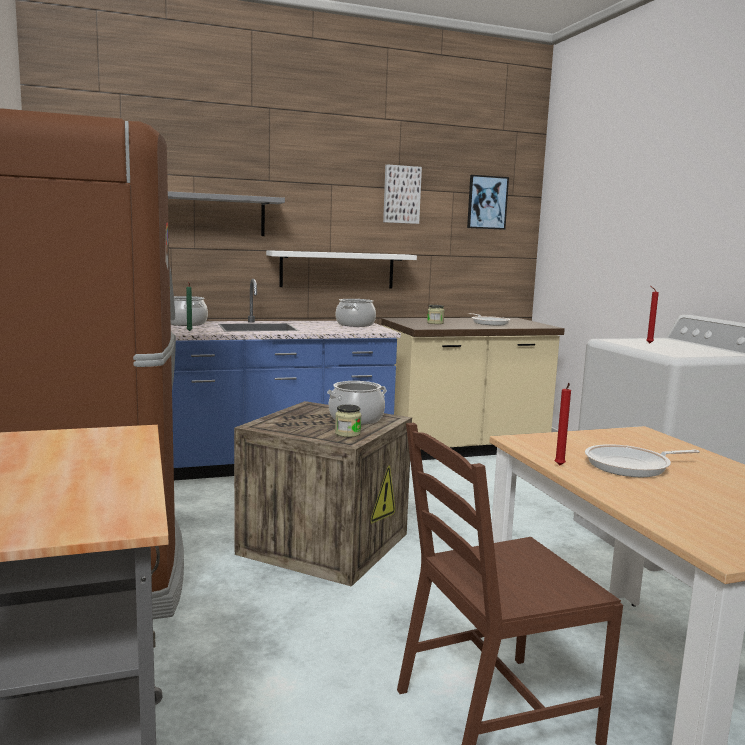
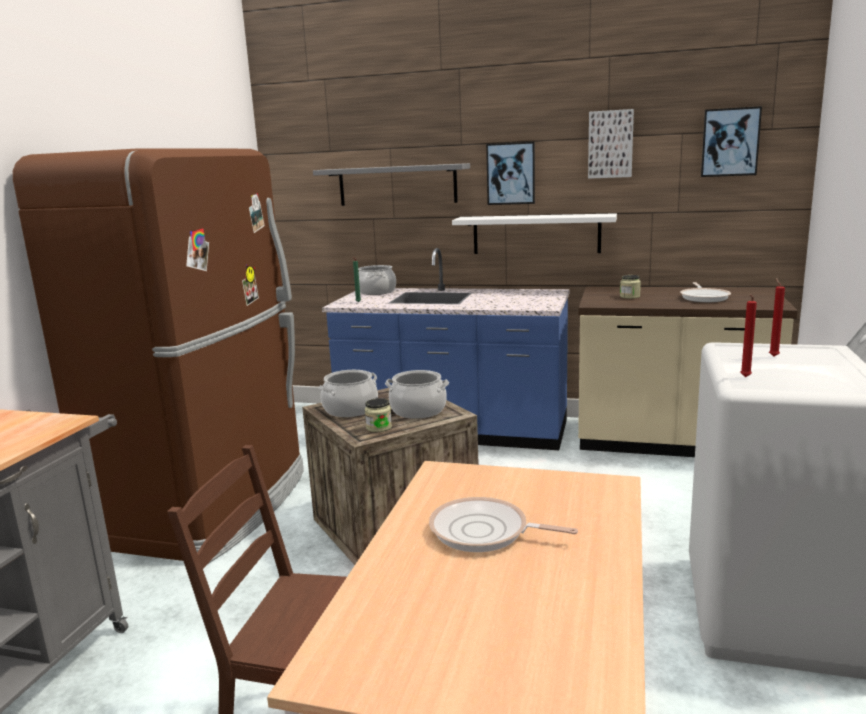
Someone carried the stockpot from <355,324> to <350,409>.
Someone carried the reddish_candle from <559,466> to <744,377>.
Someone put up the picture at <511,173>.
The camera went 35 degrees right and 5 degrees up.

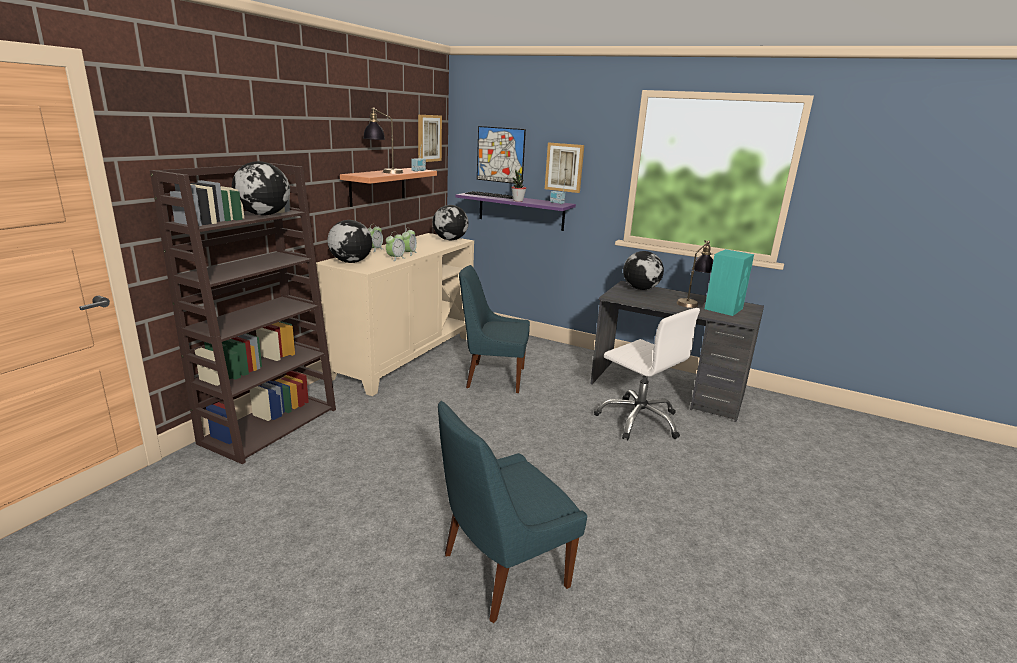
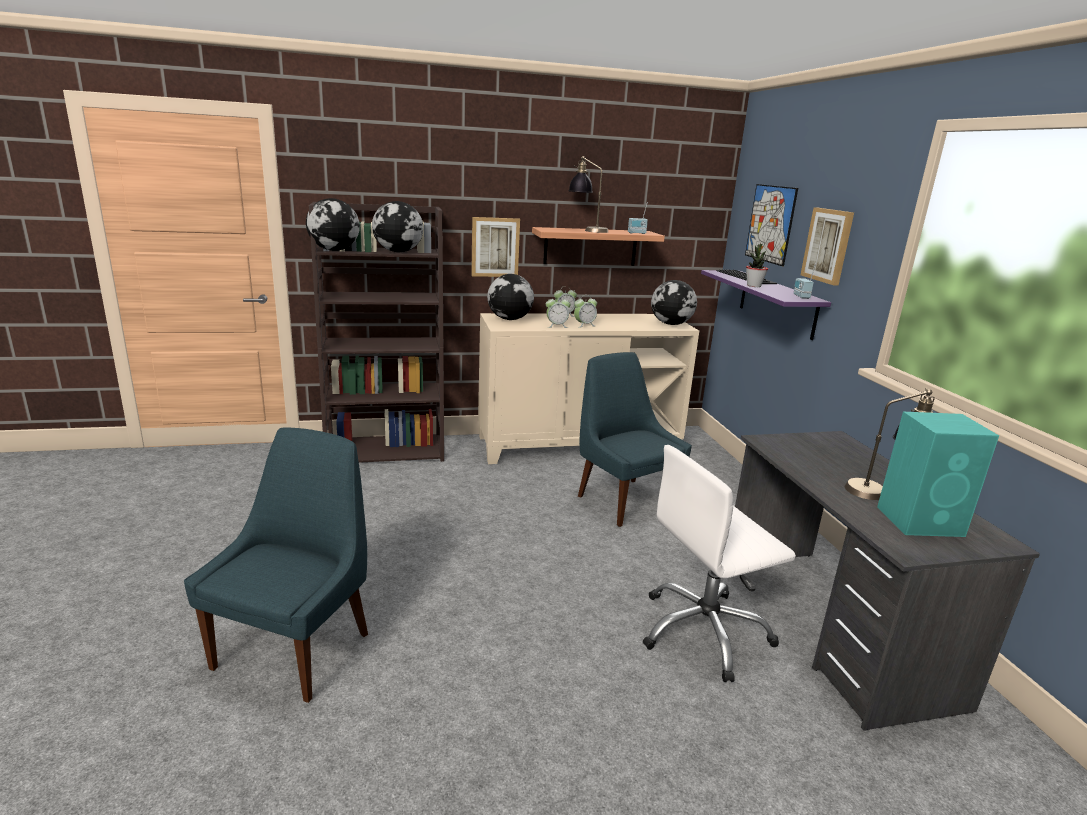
Someone carried the picture from <428,138> to <495,247>.
Someone rotated the bluish_upright_chair at <500,572> by 90 degrees clockwise.
Someone rotated the white-coloured_office_chair at <639,420> by 60 degrees clockwise.
Someone carried the world_globe from <641,289> to <335,250>.
The camera went 50 degrees right and 0 degrees up.

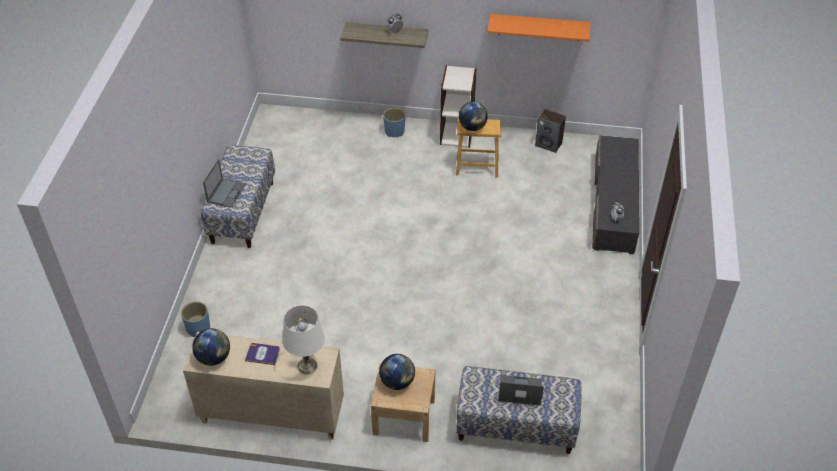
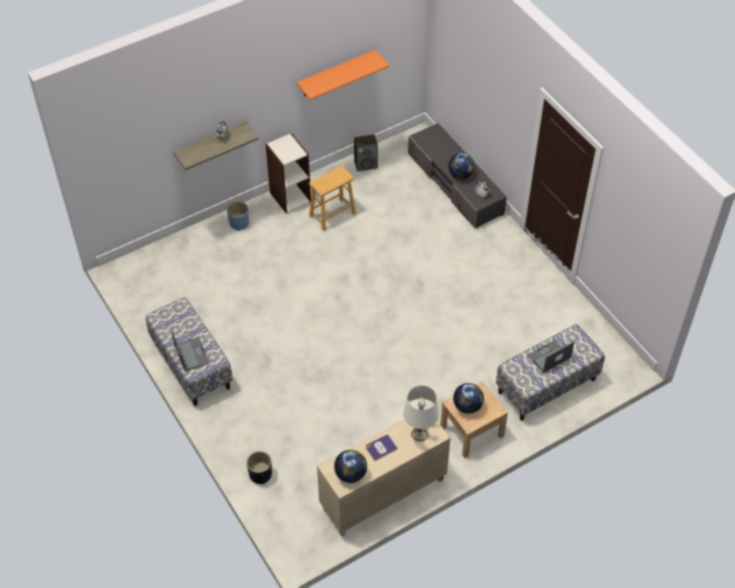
Someone repainted the bluish_plant_pot at <198,328>, which became the black_plant_pot at <260,474>.
Someone carried the world_globe from <472,127> to <460,175>.
The camera went 40 degrees left and 5 degrees up.

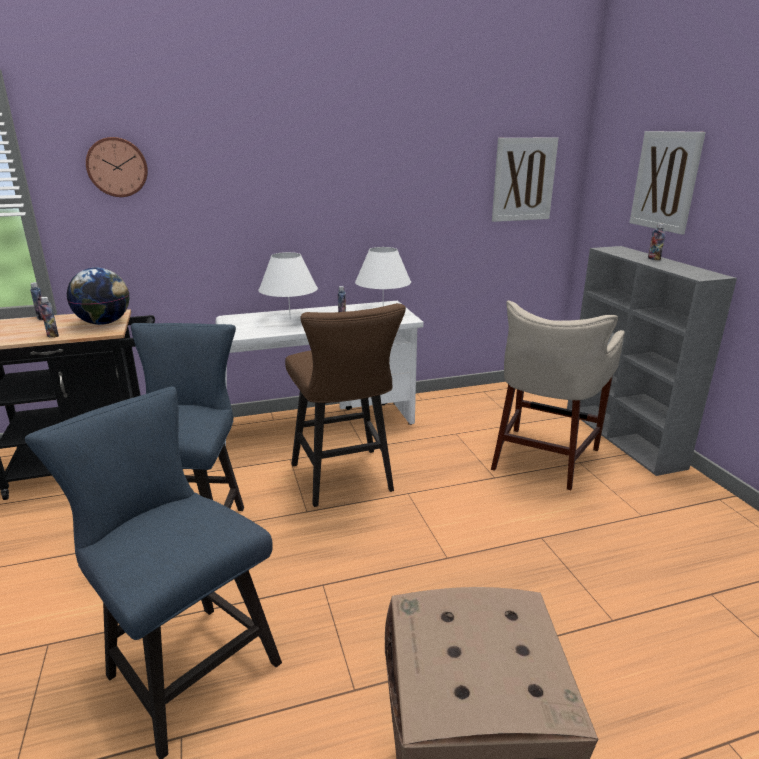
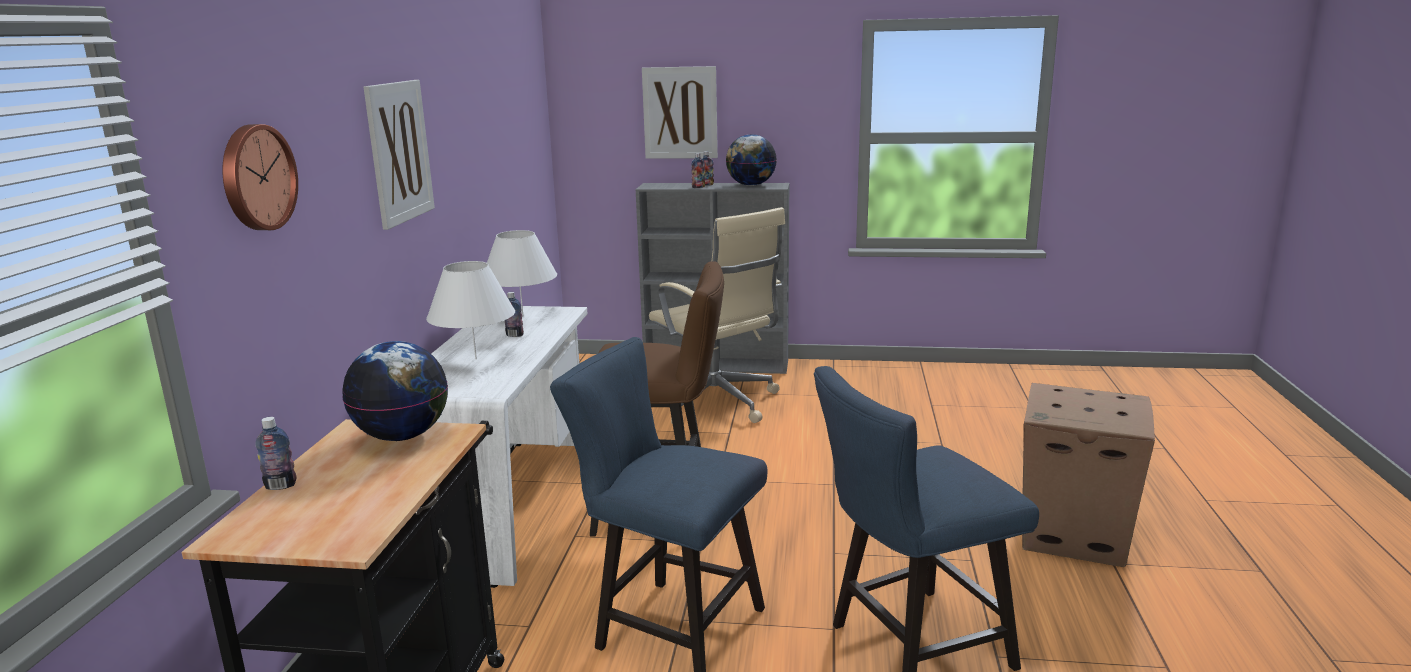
Someone carried the beverage_bottle from <53,335> to <698,187>.
Someone swapped the beige_stool_seat at <544,457> for the beige_office_chair at <717,403>.
Someone carried the picture from <523,179> to <399,152>.
Someone put down the world_globe at <751,185>.
The camera went 65 degrees left and 5 degrees down.

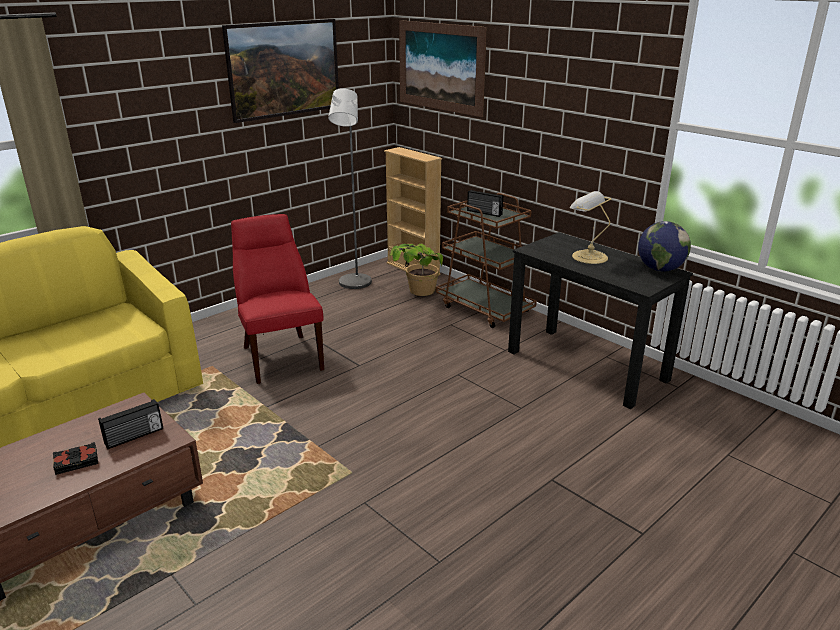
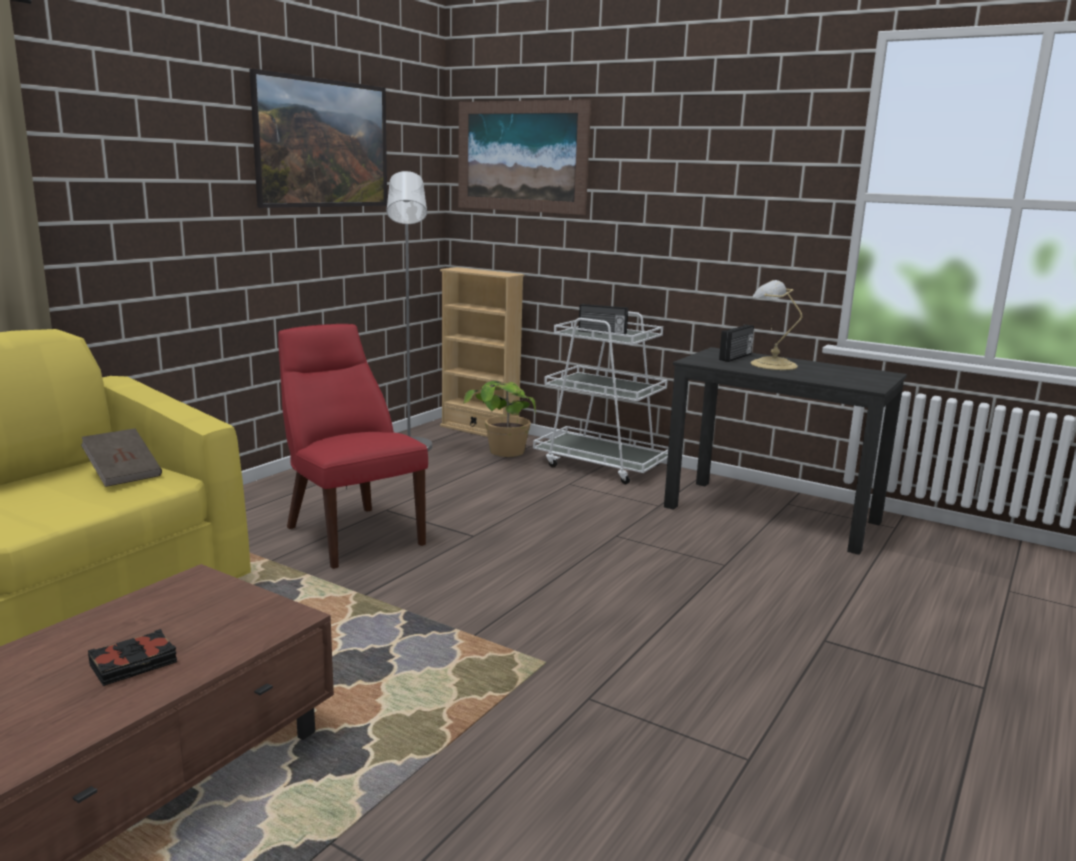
Someone carried the radio_receiver from <134,437> to <736,357>.
Someone repainted the brownish_wheeled_cart at <484,308>, which became the white-coloured_wheeled_cart at <601,465>.
Someone took away the world_globe at <660,269>.
Someone put down the brownish_bound_book at <123,474>.
The camera went 15 degrees left and 10 degrees down.

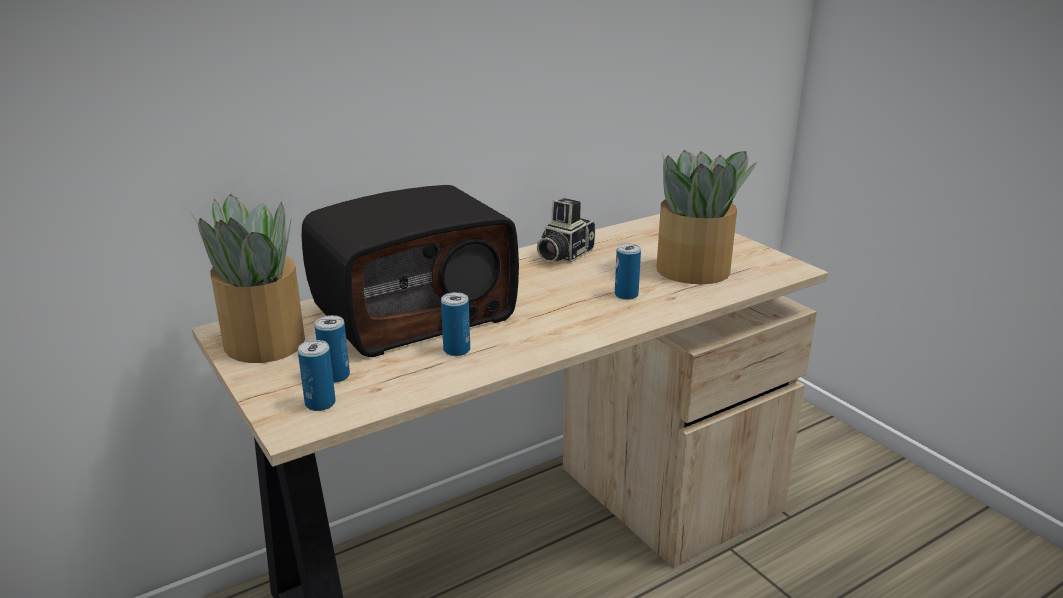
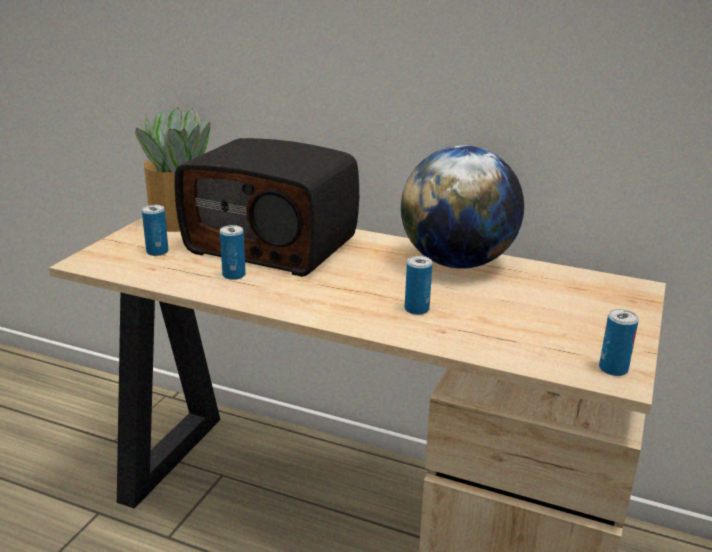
Someone carried the metal_can from <320,403> to <613,369>.
Someone swapped the still_camera at <563,254> for the world_globe at <457,263>.
Someone took away the houseplant at <694,270>.
The camera went 55 degrees right and 0 degrees up.

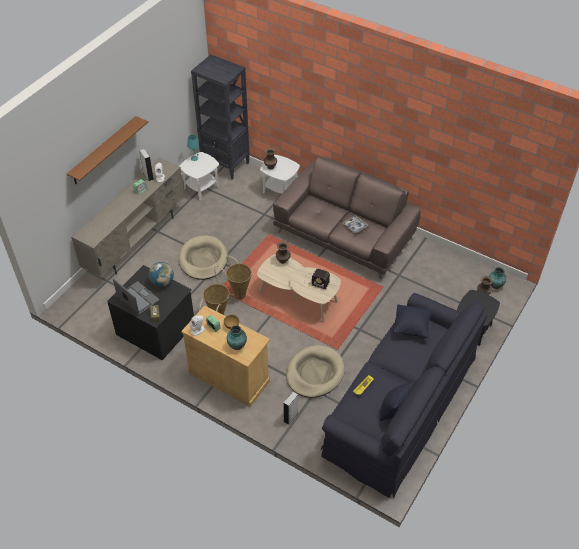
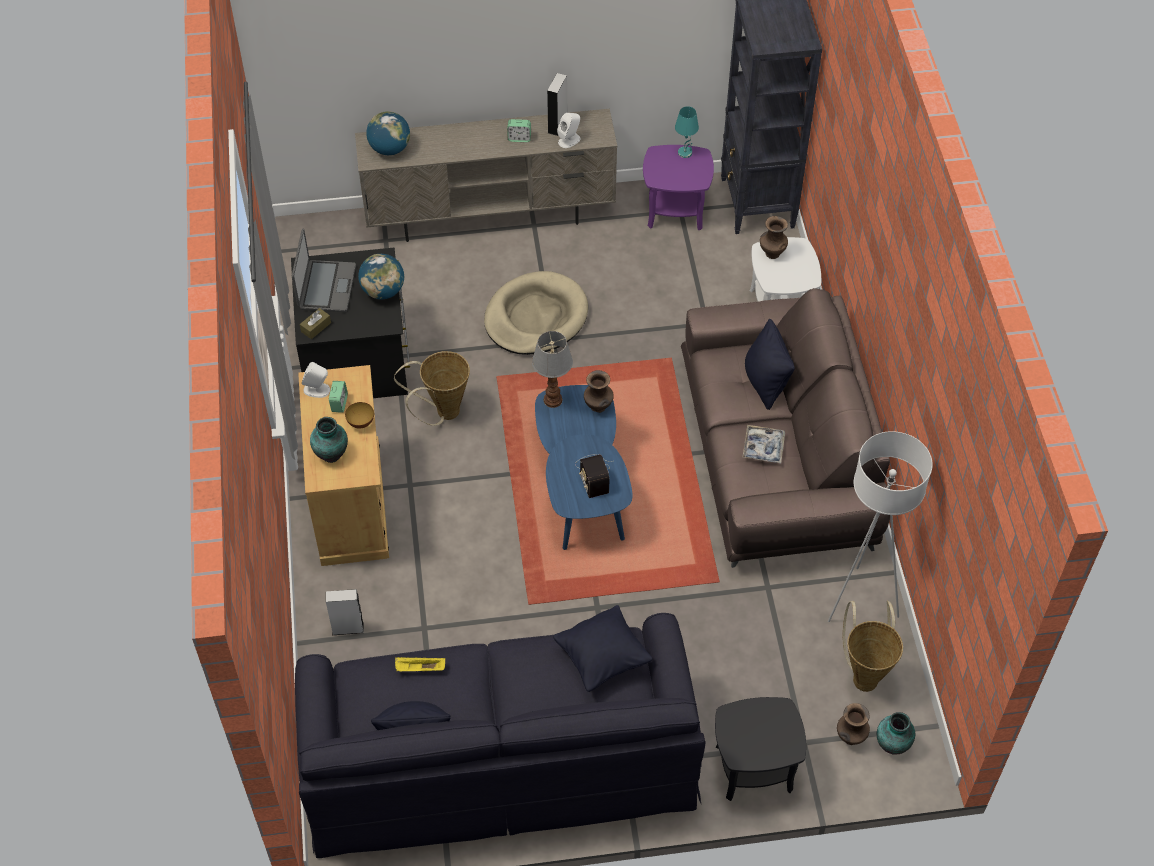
Someone took away the brownish_bracket_shelf at <103,151>.
Someone repainted the white-coloured_end_table at <201,188>, which became the purple-coloured_end_table at <675,211>.
Someone carried the household_basket from <238,293> to <865,675>.
Someone repainted the beige_low_table at <298,297>, which became the bluish_low_table at <581,485>.
Someone took away the beige_pet_bed at <315,373>.
Someone put down the world_globe at <390,149>.
Someone put down the lamp_for_a_table at <553,399>.
Someone put down the black_throw_pillow at <765,383>.
Someone put down the white-coloured_standard_lamp at <860,602>.
The camera went 50 degrees right and 5 degrees up.

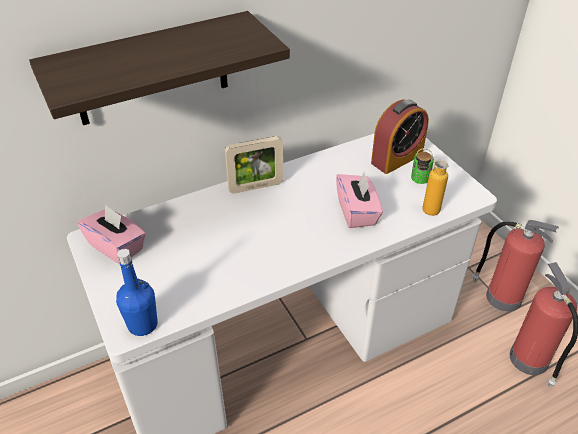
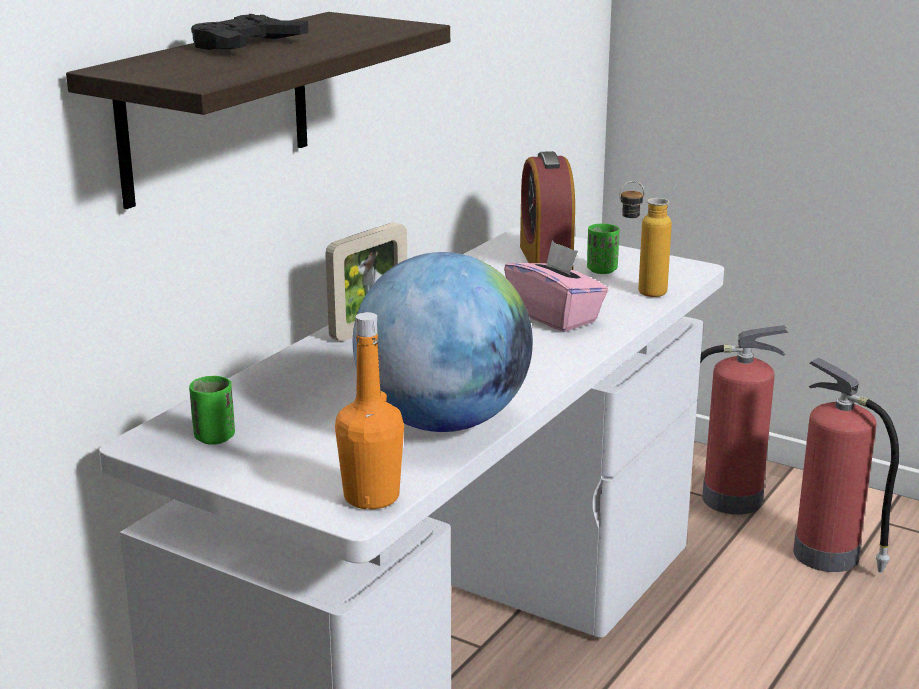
Someone swapped the pink-coloured_tissue_box at <117,247> for the greenish_small_cup at <214,437>.
Someone repainted the bluish_beverage_bottle at <142,324>, which became the orange_beverage_bottle at <371,497>.
Someone rotated the bedside_clock at <397,158> by 150 degrees clockwise.
Someone put down the black_joypad at <247,45>.
Someone put down the world_globe at <443,422>.
The camera went 30 degrees left and 20 degrees down.

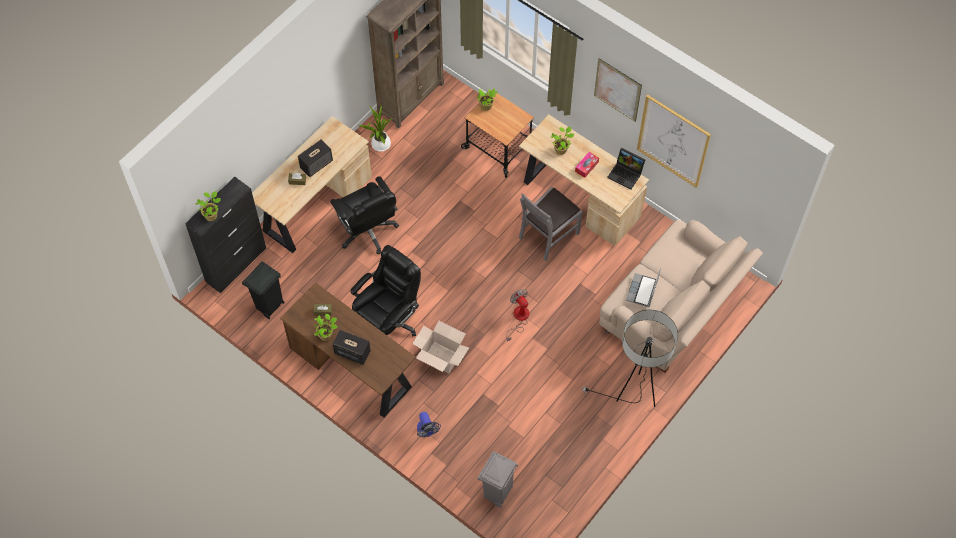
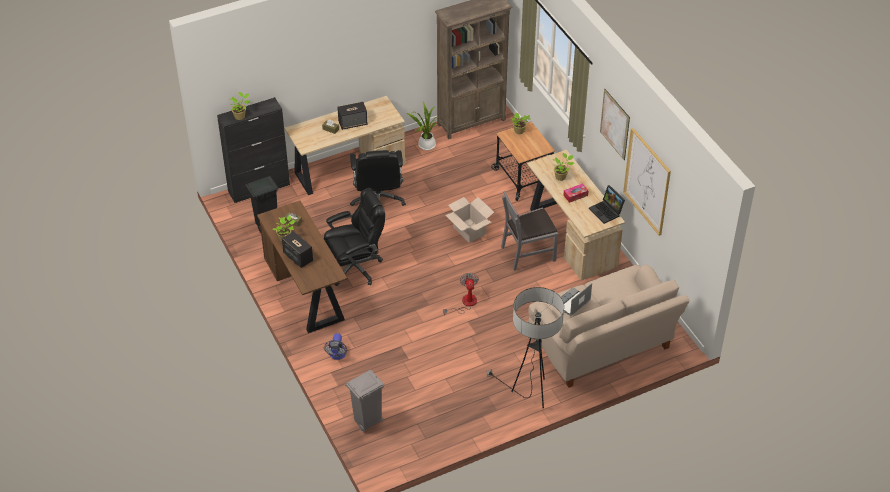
Someone carried the packing_box from <441,357> to <470,230>.
The camera went 25 degrees right and 15 degrees down.

